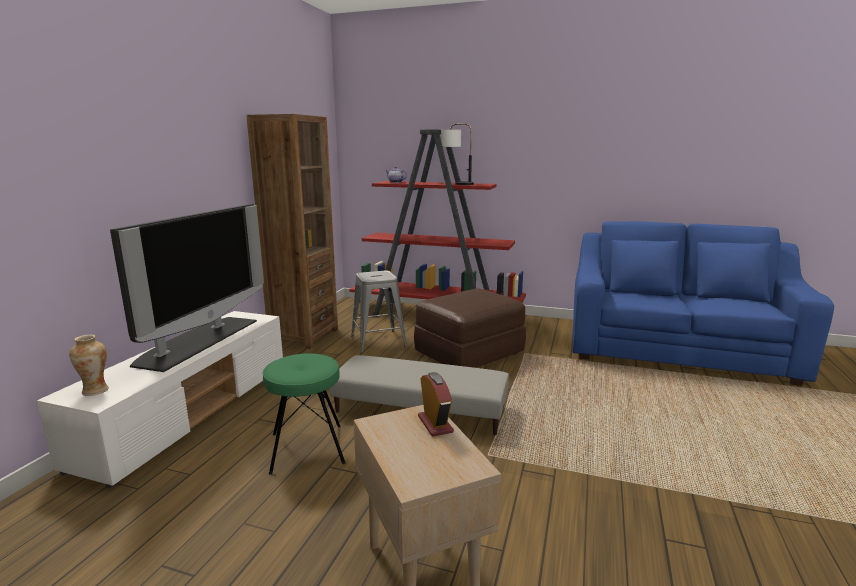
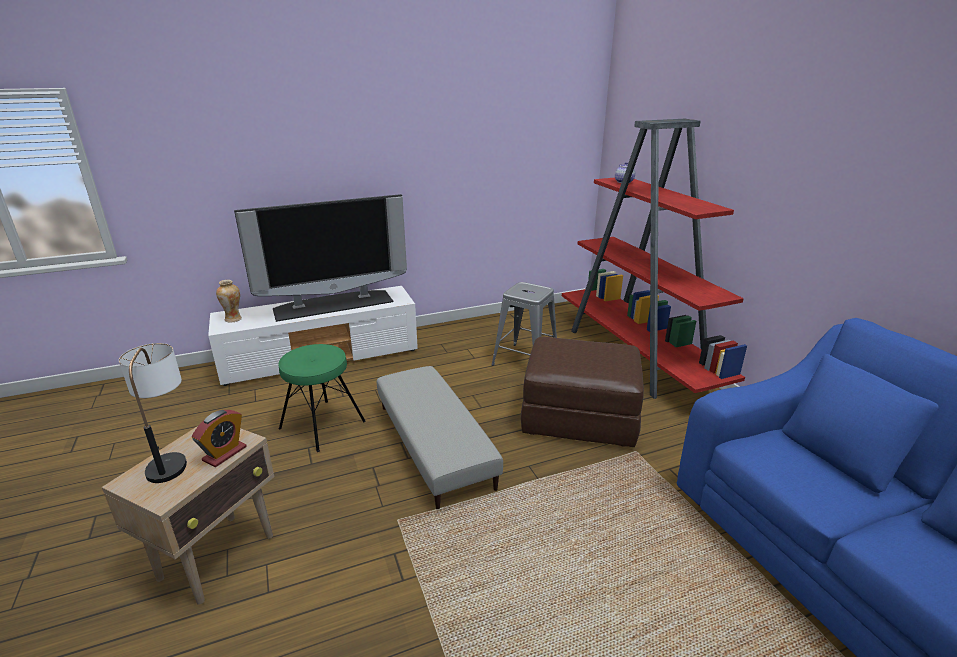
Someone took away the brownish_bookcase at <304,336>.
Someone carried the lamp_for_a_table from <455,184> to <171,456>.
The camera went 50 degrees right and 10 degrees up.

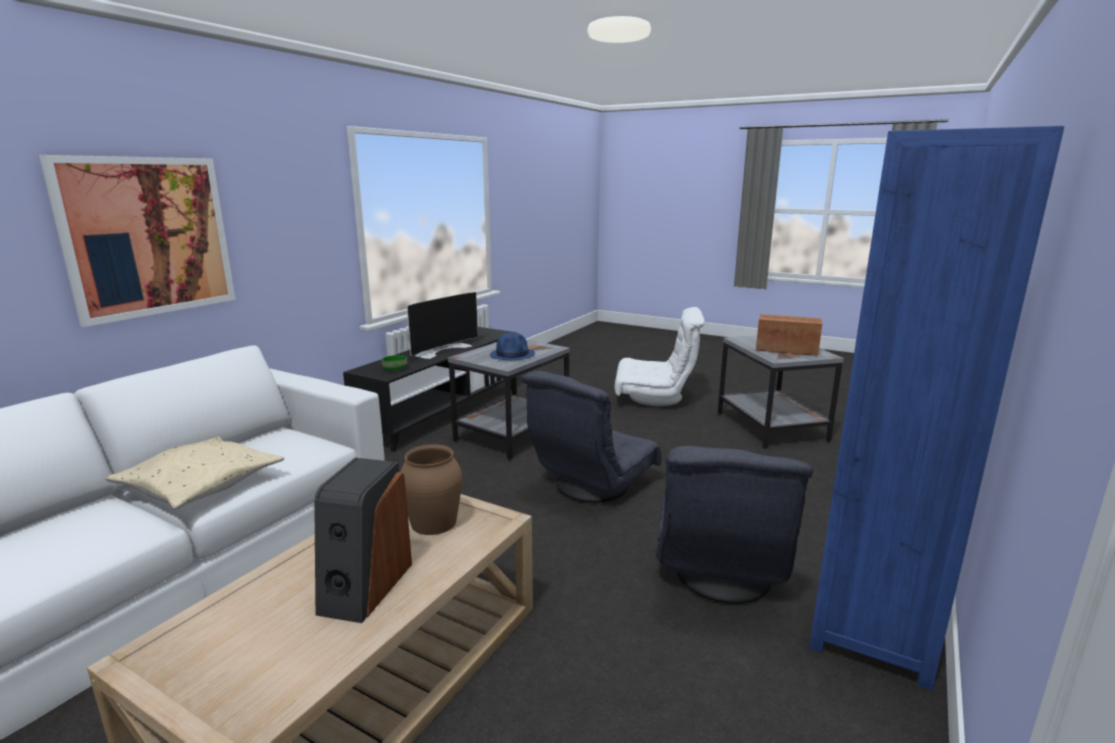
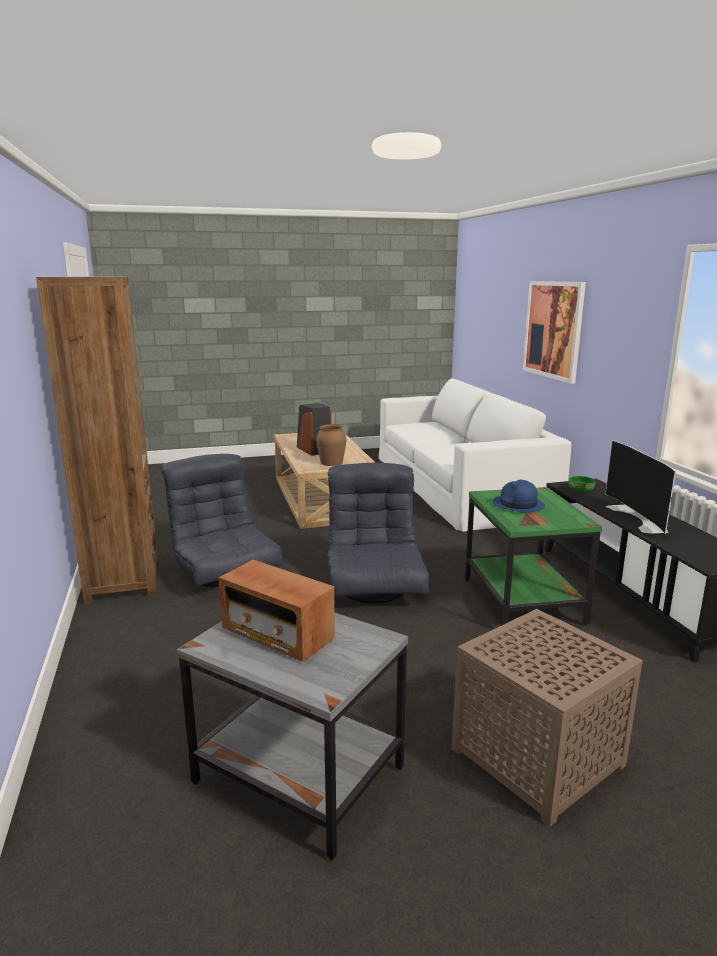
Someone took away the beige_throw_pillow at <201,484>.
Someone repainted the gray_end_table at <513,435>, which became the greenish_end_table at <521,601>.
Someone swapped the white-coloured_lounge_chair at <655,398> for the brownish_end_table at <534,757>.
Someone rotated the radio_receiver at <786,350> by 60 degrees clockwise.
Someone repainted the bluish_bookcase at <873,628>, which became the brownish_bookcase at <123,582>.
The camera went 135 degrees right and 0 degrees up.

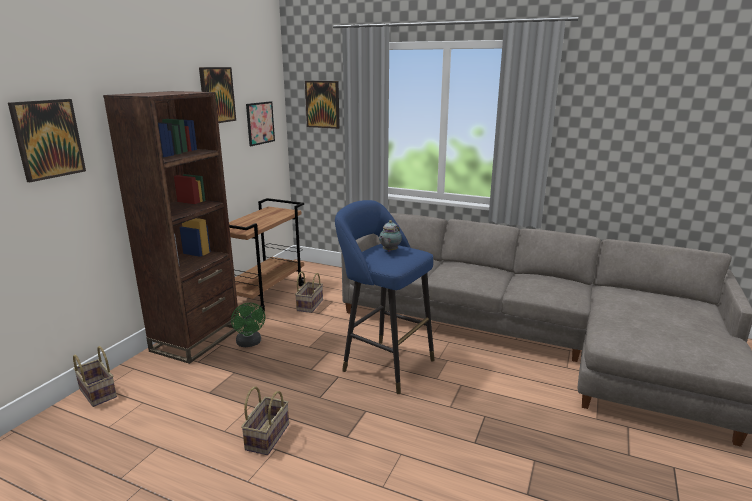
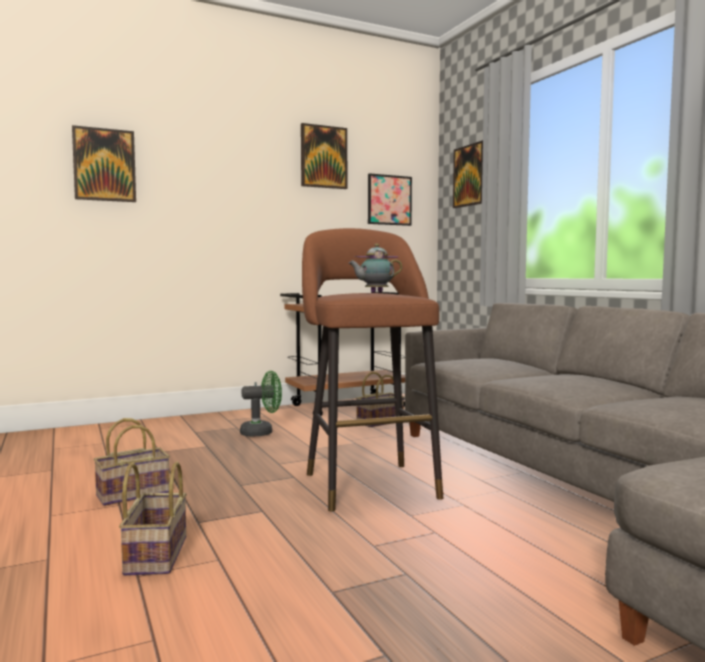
Someone carried the household_basket from <96,393> to <155,554>.
Someone took away the brownish_bookcase at <196,339>.
Someone rotated the greenish_fan at <249,343> by 120 degrees counterclockwise.
Someone repainted the bluish_stool_seat at <384,364>, which became the brownish_stool_seat at <368,483>.
The camera went 40 degrees right and 15 degrees down.

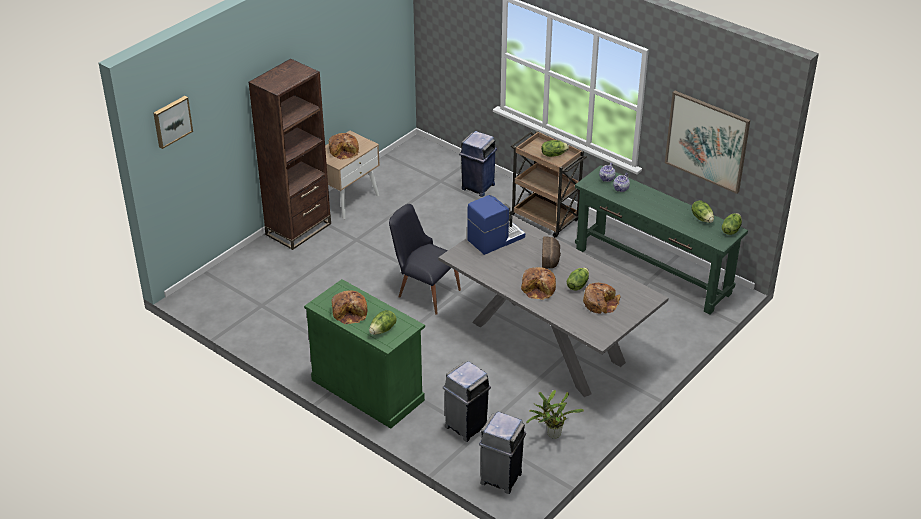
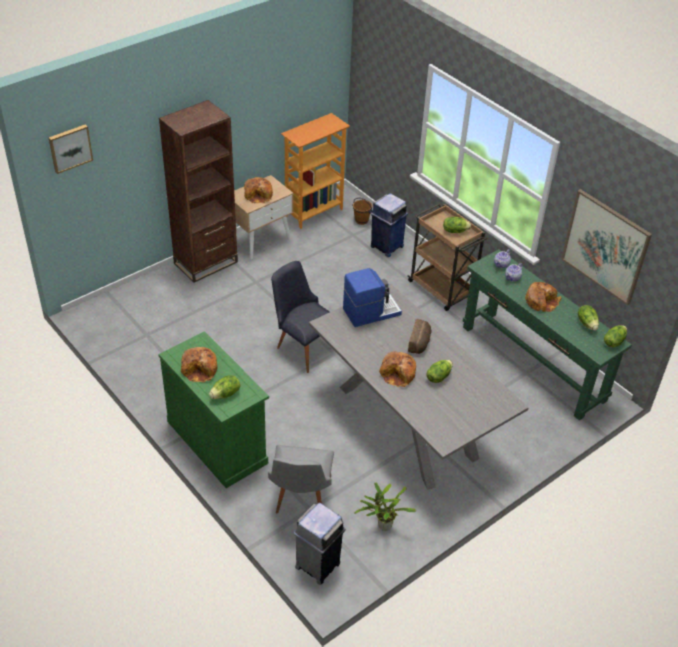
Someone swapped the gray_trash_can at <466,426> for the gray_upright_chair at <300,499>.
Someone carried the bakery_bread from <600,303> to <541,301>.
Someone put down the bookcase at <313,212>.
Someone put down the brownish_bucket at <361,221>.
The camera went 10 degrees right and 5 degrees up.

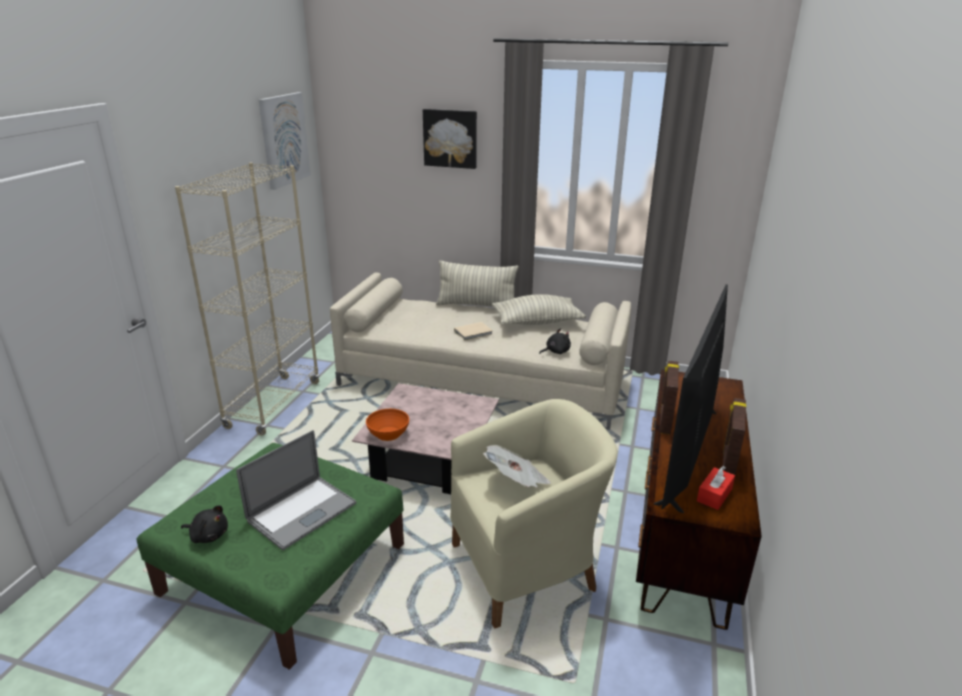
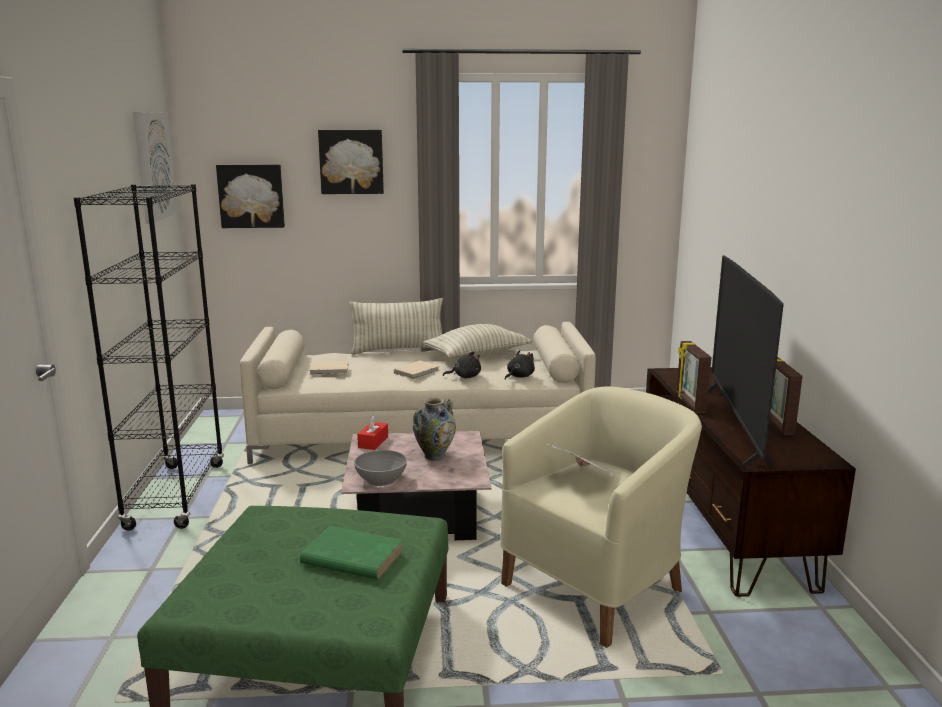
Someone repainted the beige_bookcase at <274,404>, which became the black_bookcase at <176,495>.
Someone carried the black_cuddly_toy from <208,535> to <465,377>.
Someone swapped the portable_computer at <302,512> for the greenish_bound_book at <351,558>.
Someone repainted the orange_bowl at <388,433>, which became the gray_bowl at <381,479>.
Someone carried the reddish_tissue_box from <714,495> to <373,442>.
Someone put up the picture at <251,196>.
Someone put down the beige_bound_book at <330,370>.
Someone put down the vase at <434,456>.
The camera went 20 degrees left and 10 degrees down.

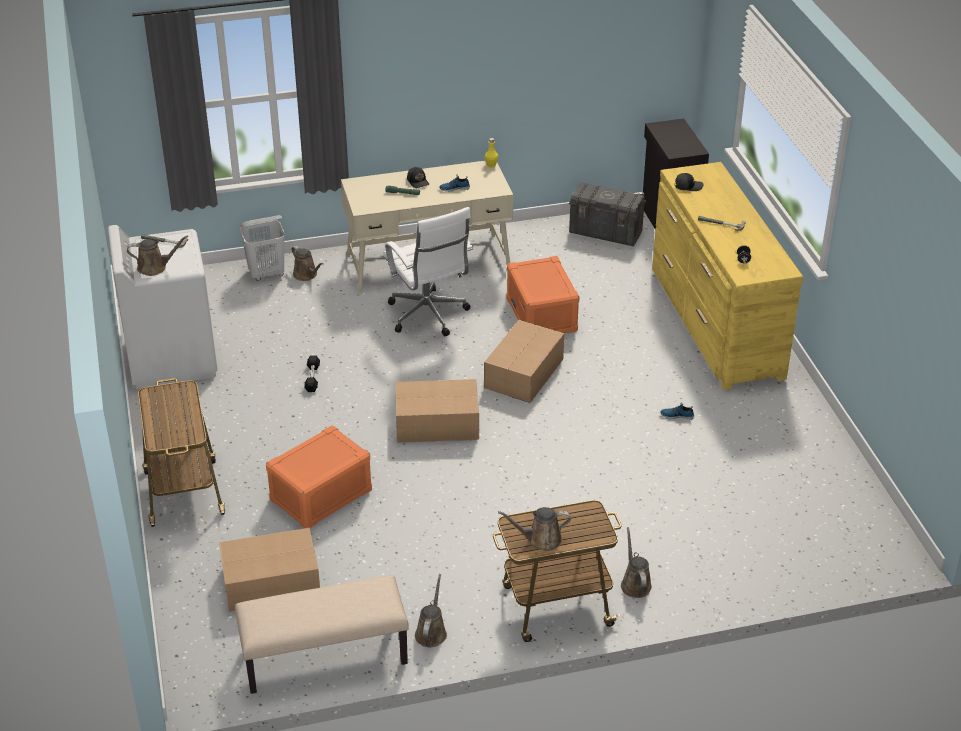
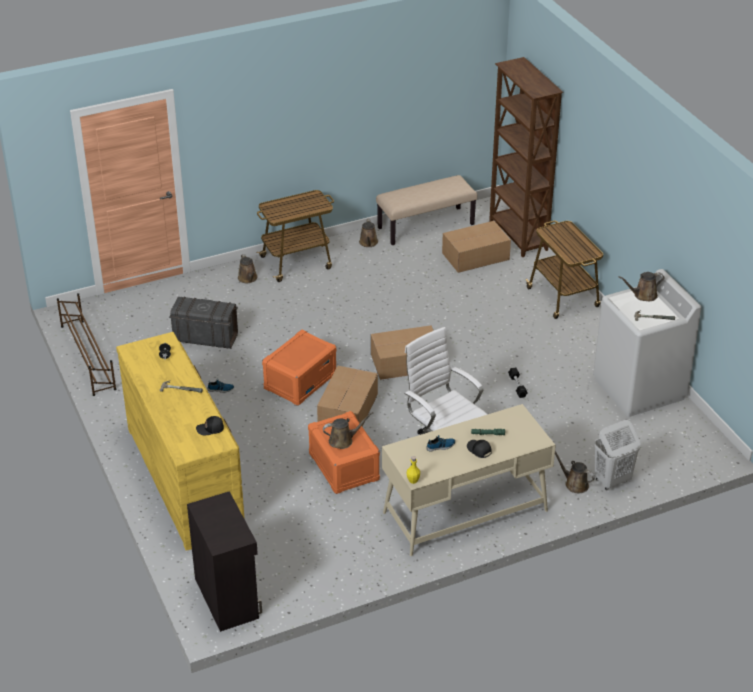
Someone carried the orange_storage_bin from <321,496> to <300,381>.
Someone carried the brownish_watering_pot from <540,540> to <343,440>.
Someone carried the gray_storage_bin from <605,232> to <205,337>.
Someone put down the brownish_shoe_stand at <88,357>.
Someone put down the brownish_bookcase at <517,236>.
The camera went 170 degrees right and 0 degrees up.

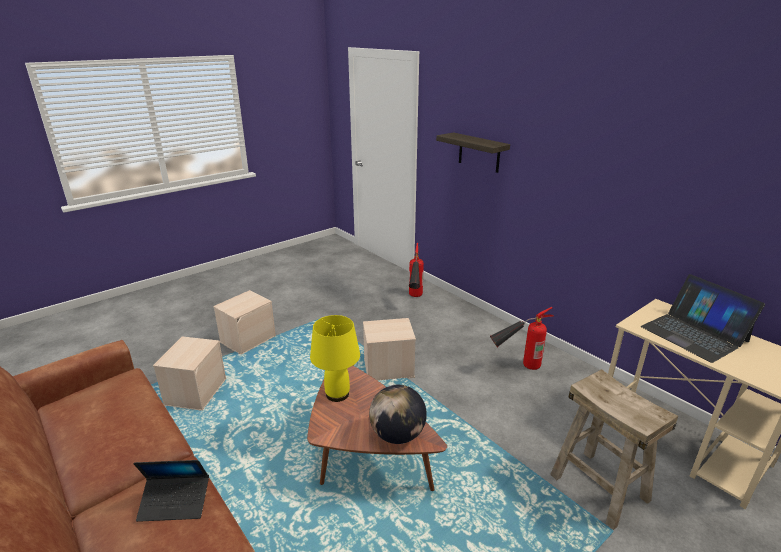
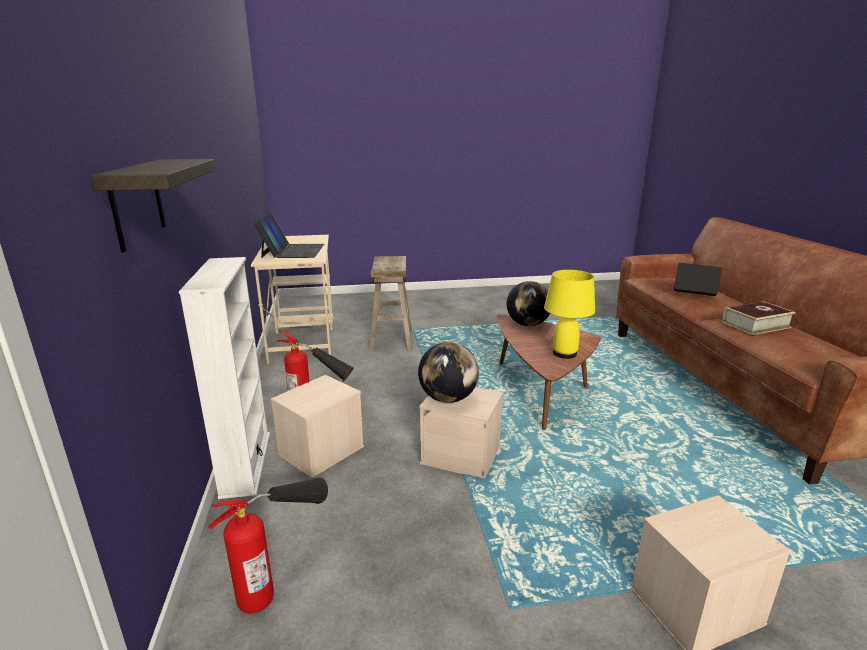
Someone carried the beige_storage_bin from <195,391> to <321,451>.
Someone put down the white-coloured_bookcase at <246,464>.
Someone put down the world_globe at <448,398>.
Someone put down the bound_book at <756,325>.
The camera went 150 degrees left and 5 degrees down.

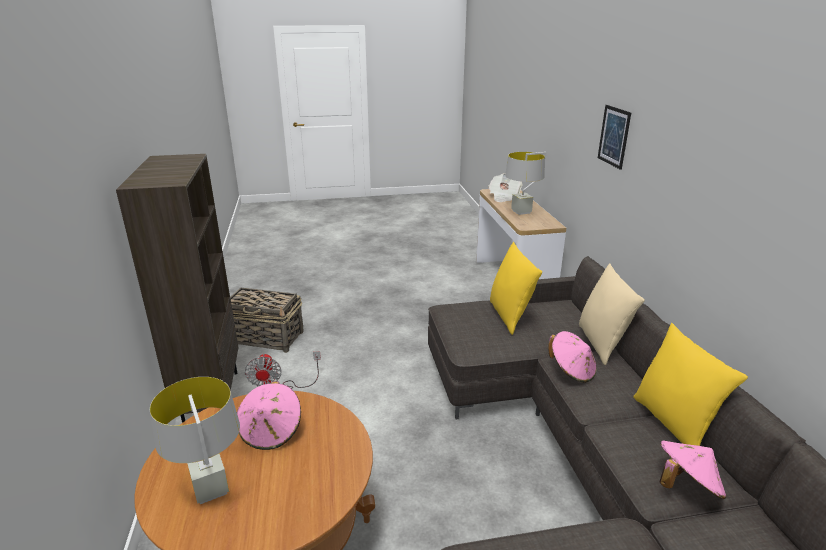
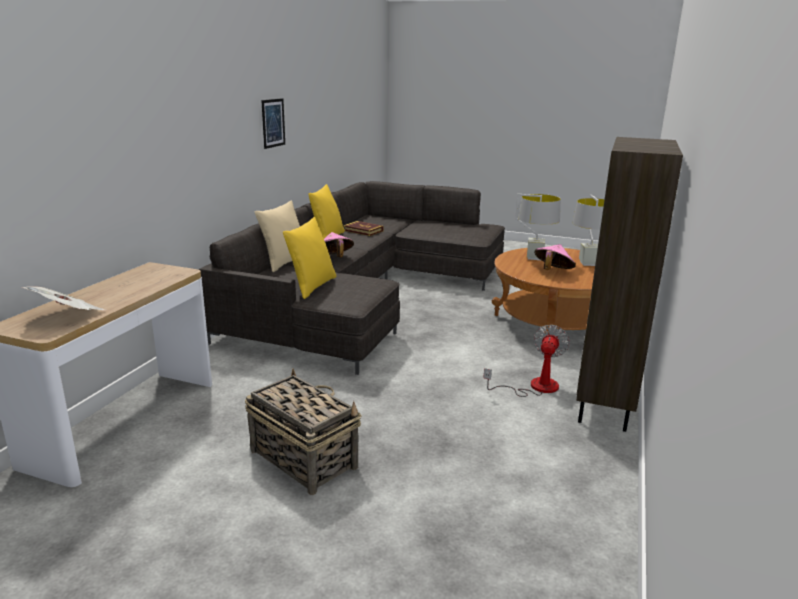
Someone carried the household_basket from <266,338> to <303,458>.
Someone carried the gray_lamp_for_a_table from <521,212> to <534,257>.
Someone carried the picture from <614,136> to <273,123>.
Someone swapped the pink-coloured_hat at <686,485> for the bound_book at <363,231>.
The camera went 150 degrees left and 5 degrees down.

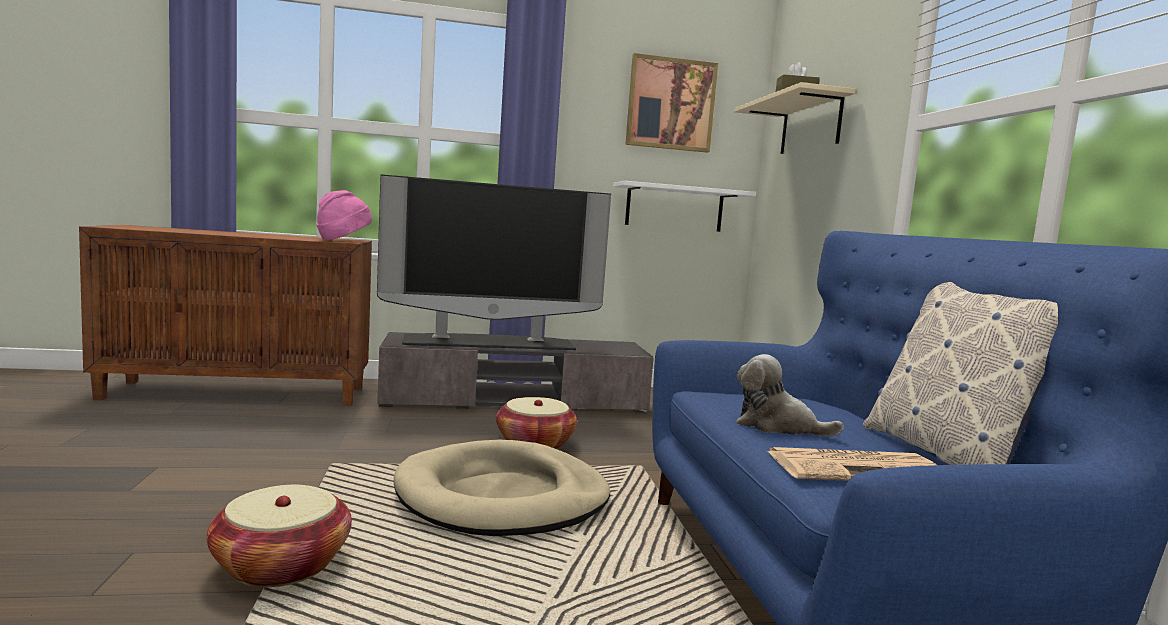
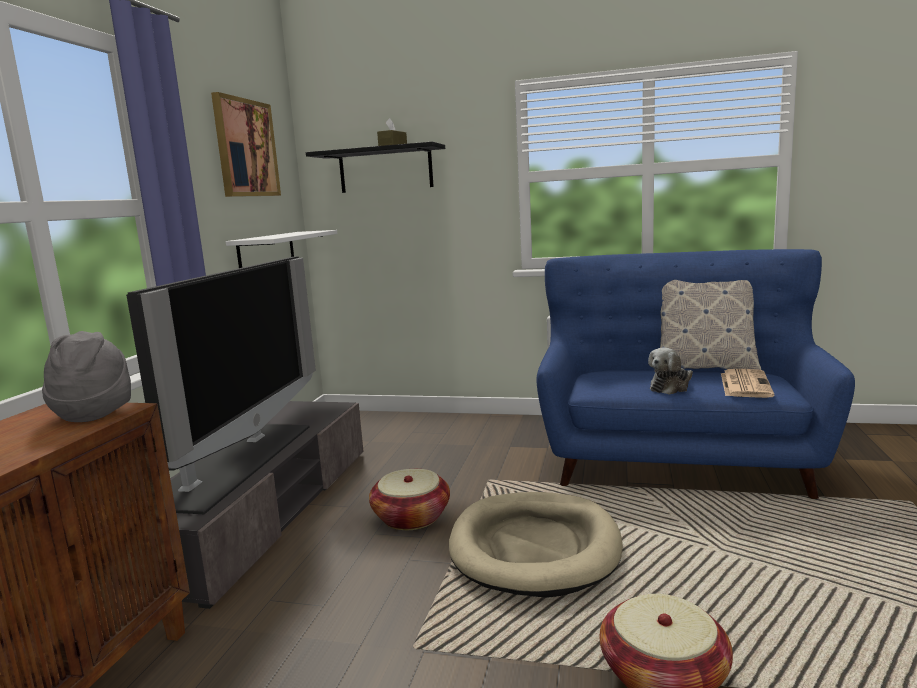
Someone repainted the pink-coloured_hat at <343,241>, which became the gray_hat at <95,412>.
Someone repainted the beige_bracket_shelf at <810,125>, which became the black_bracket_shelf at <385,170>.
The camera went 65 degrees left and 5 degrees up.

